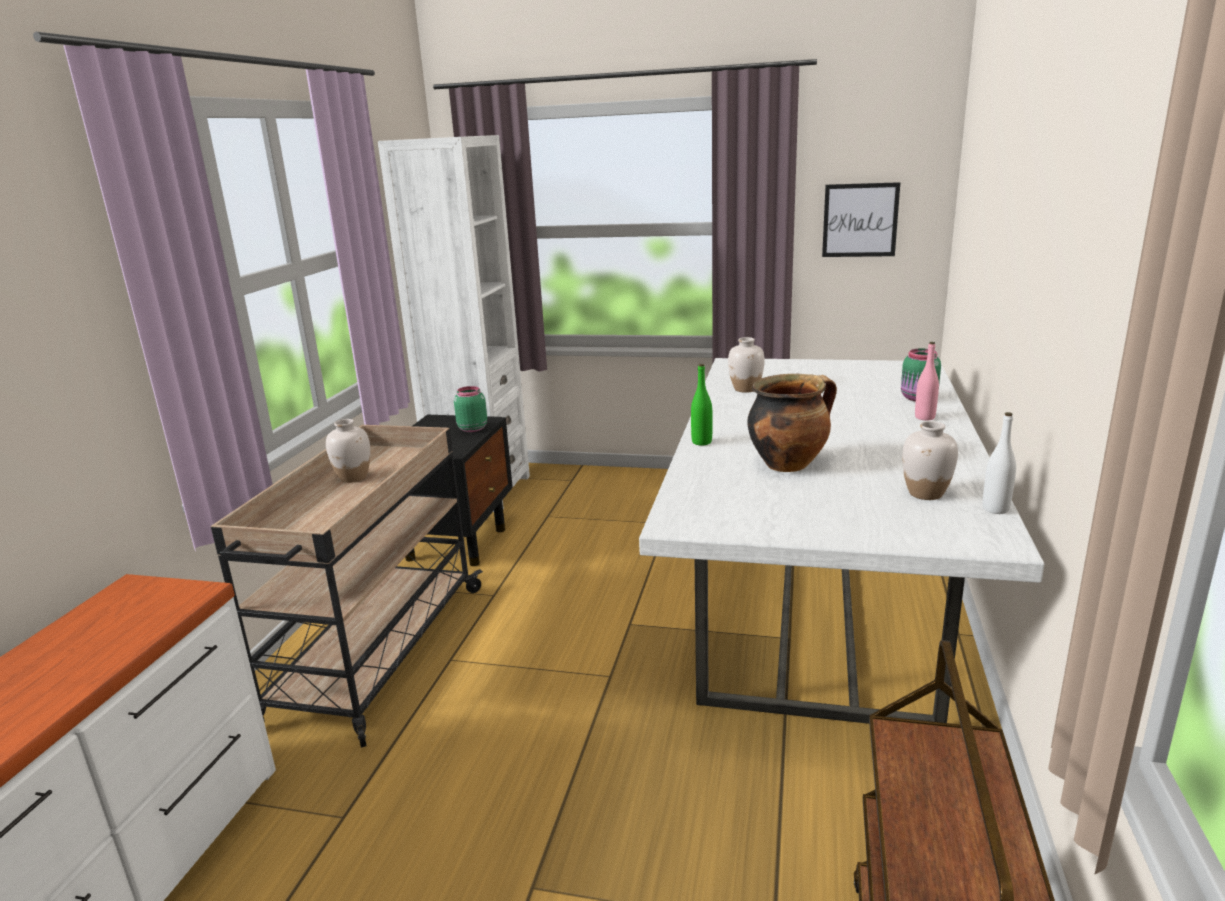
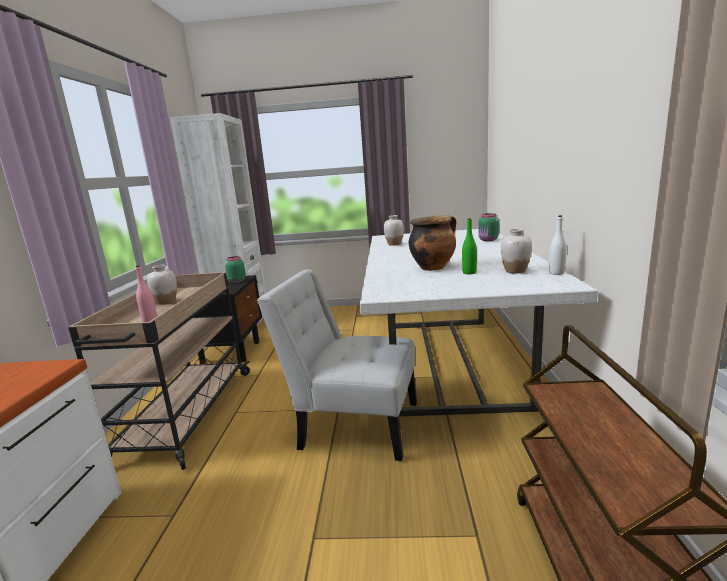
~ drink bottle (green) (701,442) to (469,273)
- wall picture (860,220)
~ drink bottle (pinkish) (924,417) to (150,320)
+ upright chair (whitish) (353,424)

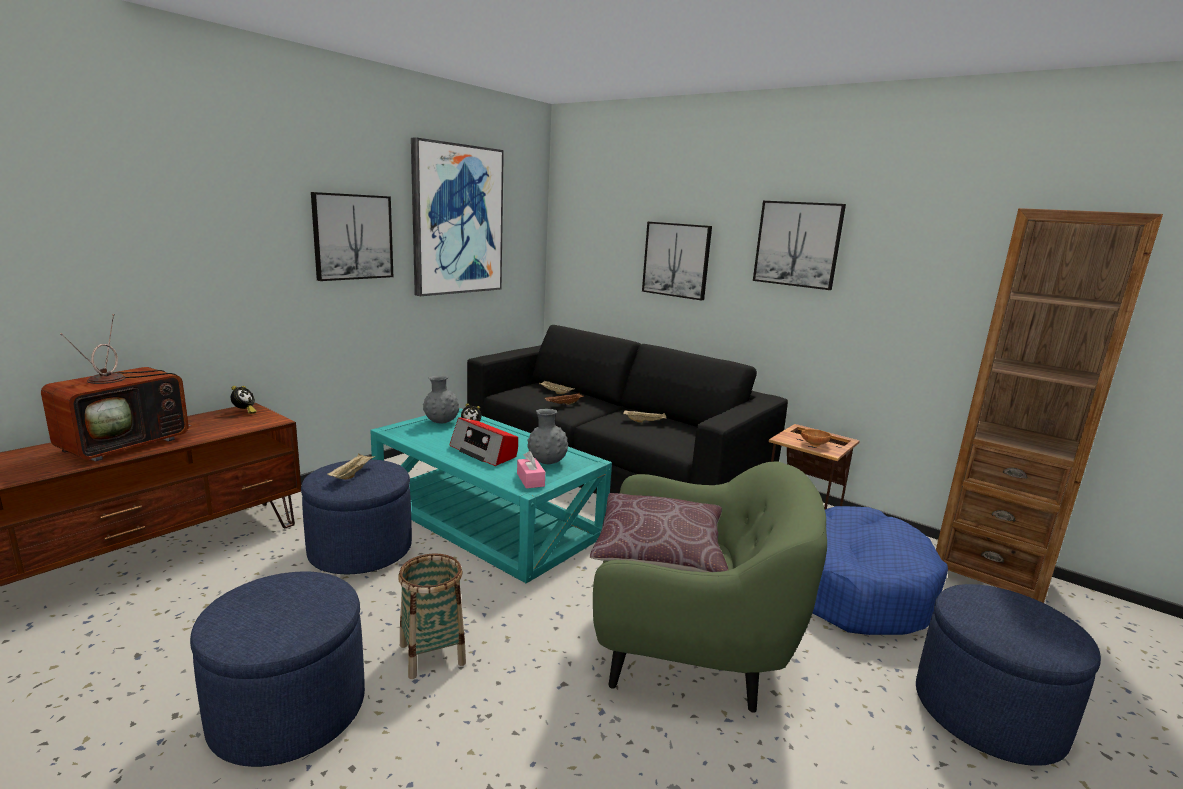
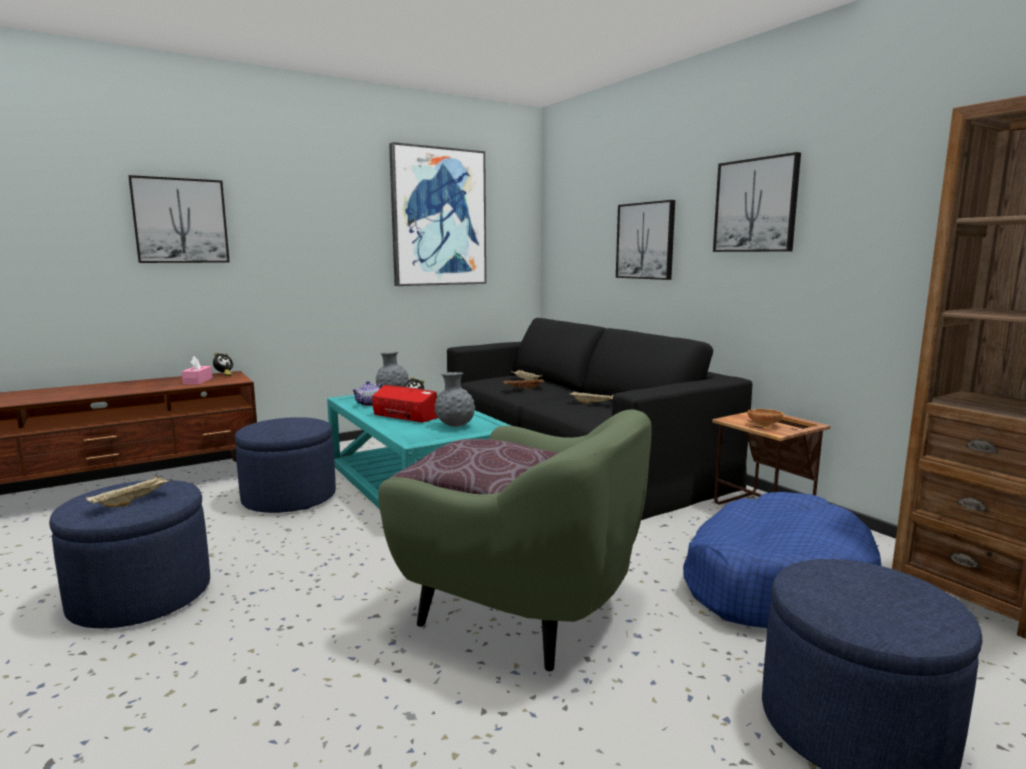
- TV (126,443)
~ wall picture (353,237) to (180,221)
~ serving tray (beige) (352,474) to (132,501)
- household basket (432,654)
~ radio (484,452) = (406,416) 150 degrees clockwise
~ tissue box (pinkish) (530,480) to (198,381)
+ teapot (369,404)

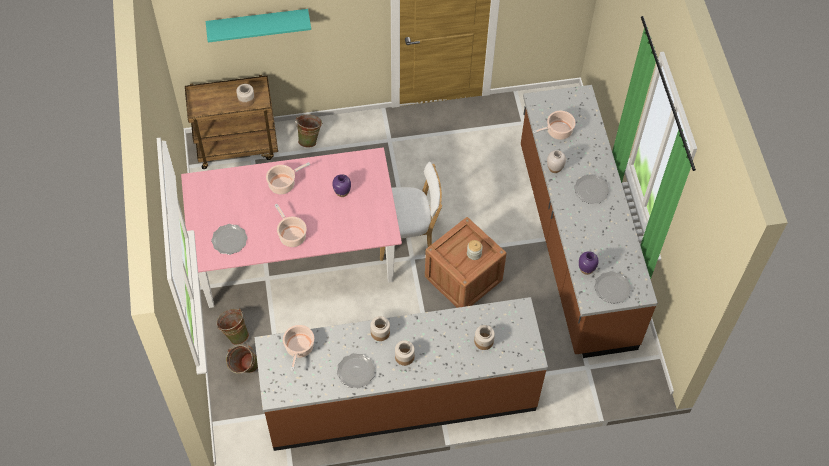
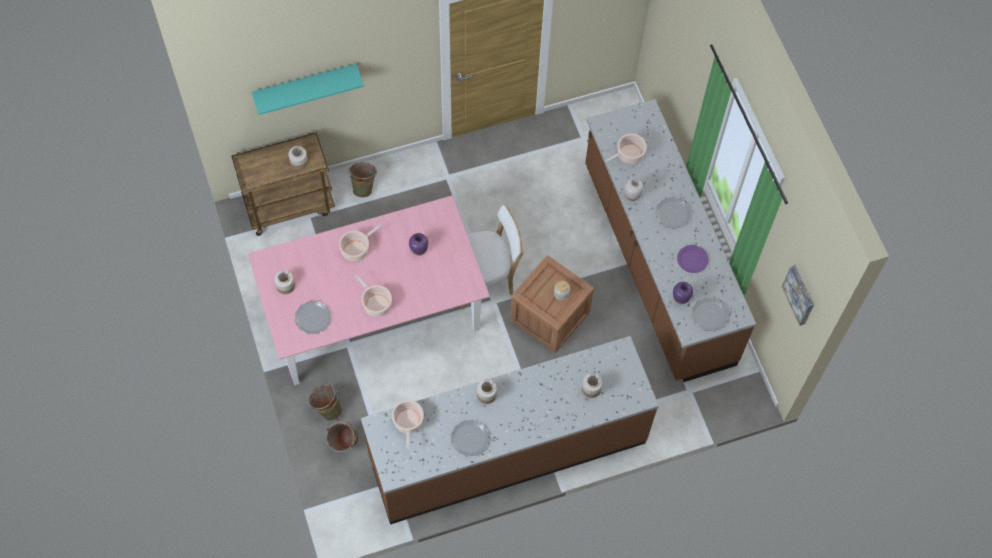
~ preserve jar (404,357) to (285,286)
+ plate (purplish) (692,260)
+ wall picture (800,294)

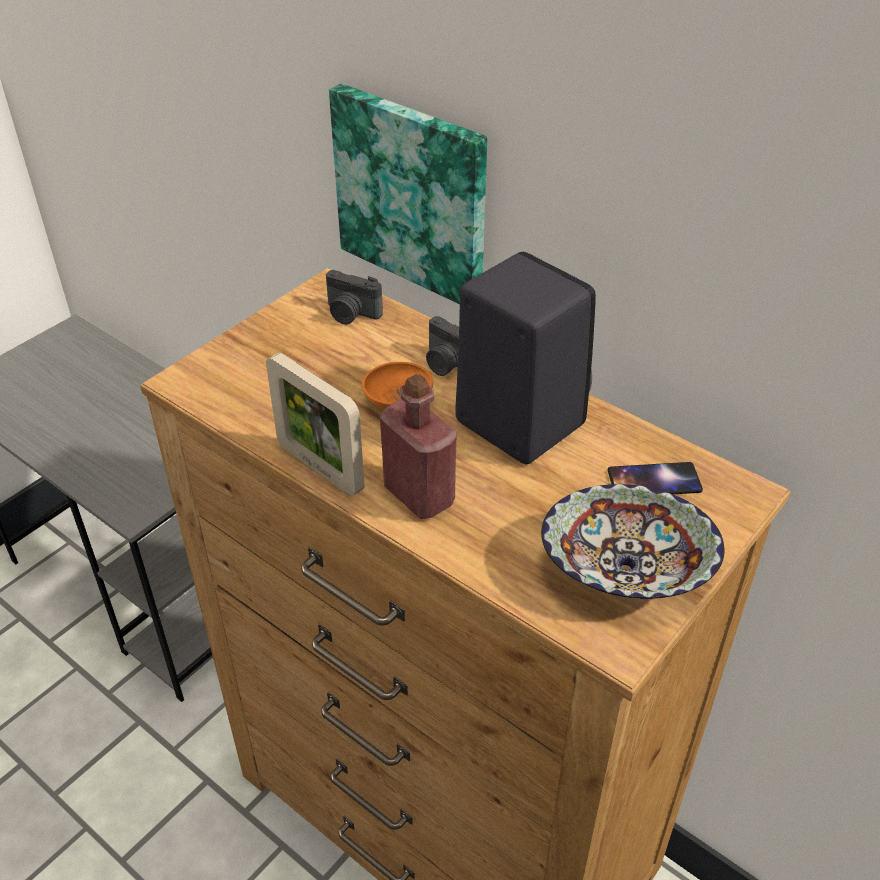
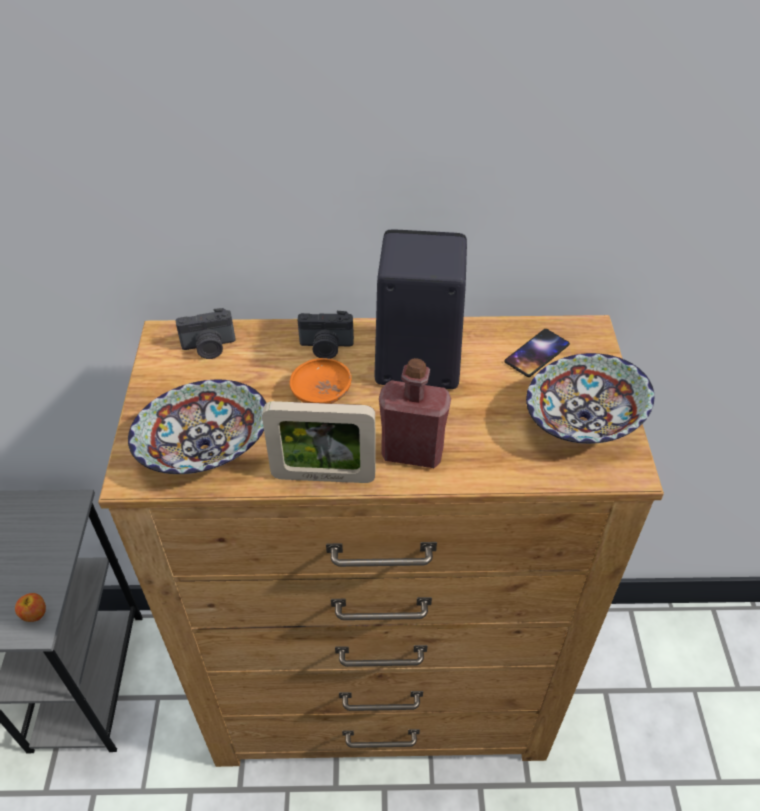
- wall picture (413,194)
+ apple (34,614)
+ bowl (204,448)

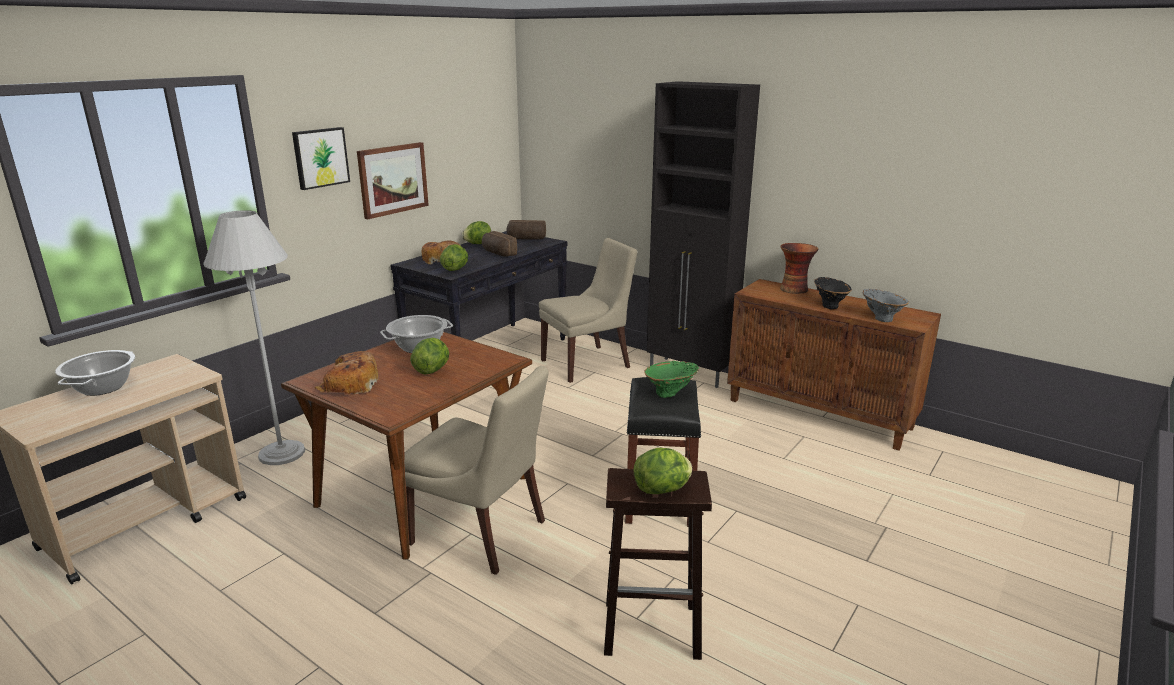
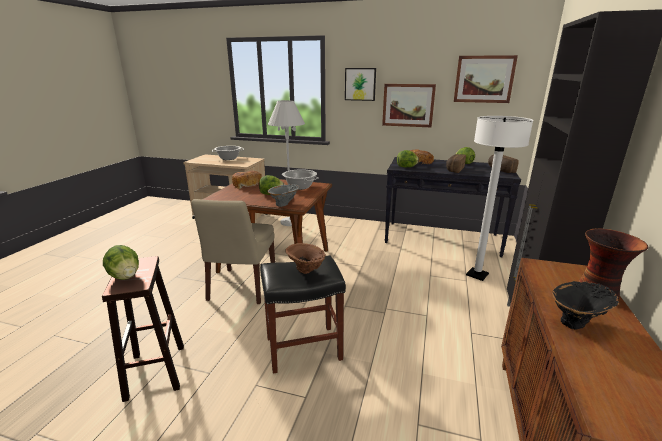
~ upright chair (beige) (588,363) to standing lamp (whitish) (477,275)
~ flower vase (green) (671,394) to flower vase (brown-coloured) (306,271)
~ flower vase (gray) (881,318) to (285,204)
+ wall picture (484,79)

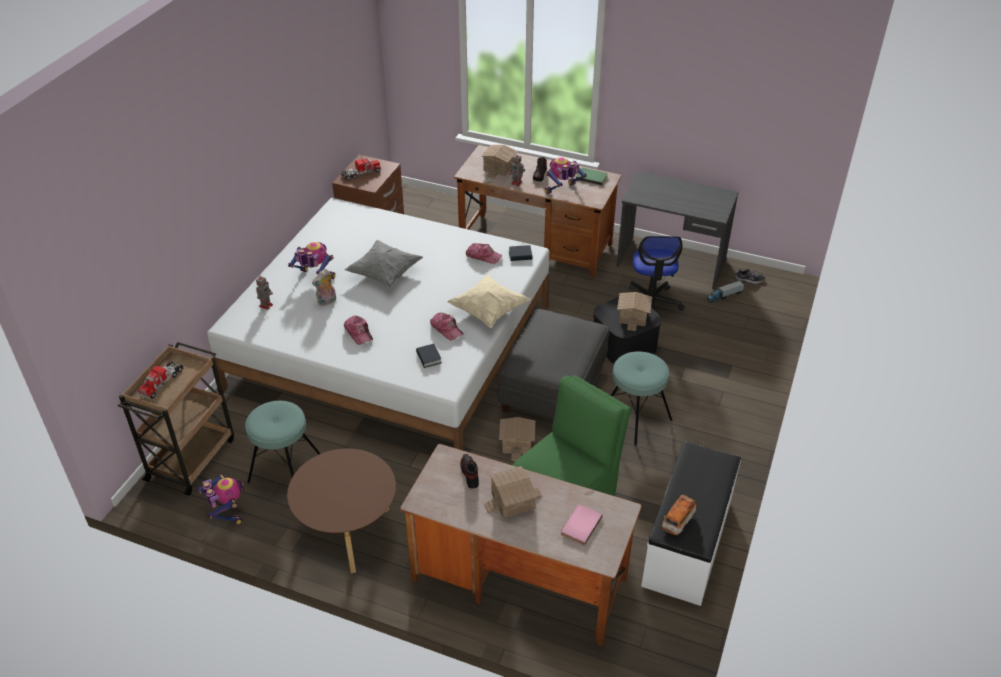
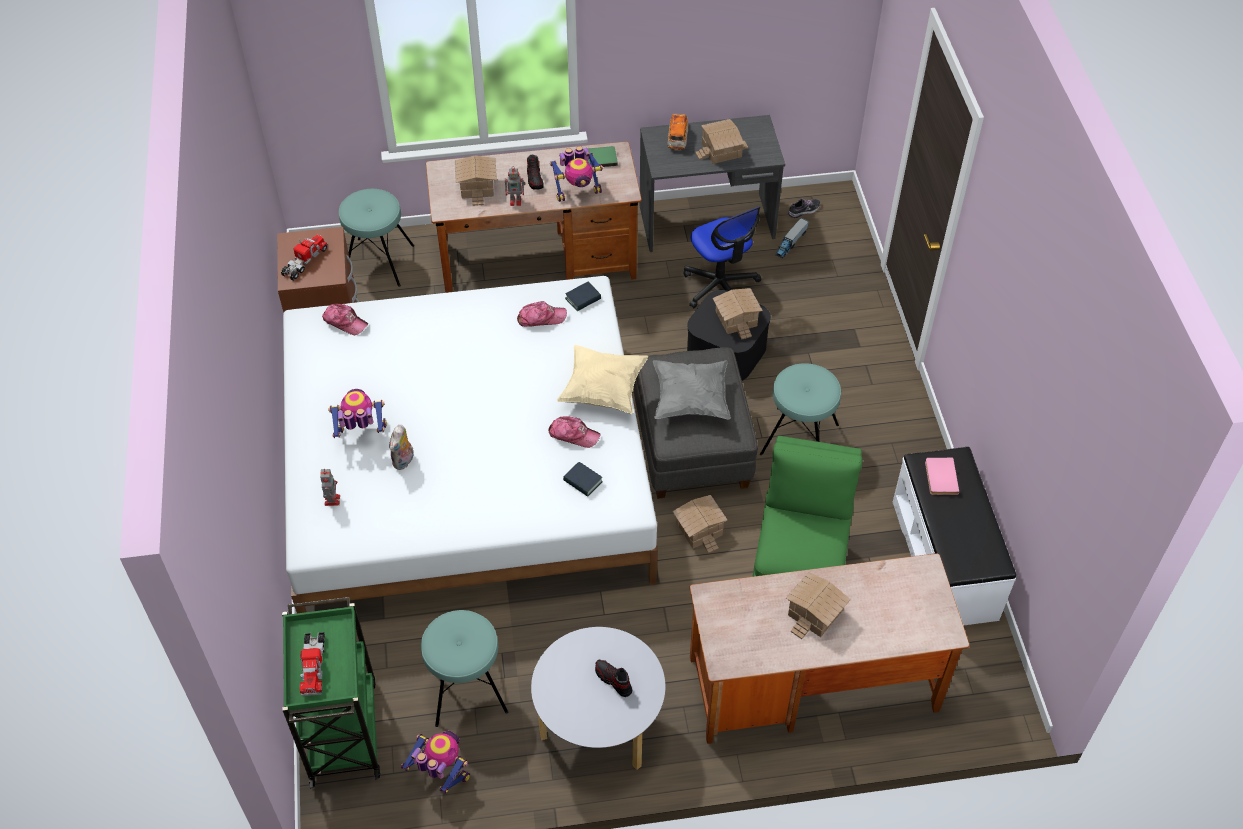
~ wheeled cart (brown-coloured) (192,458) to wheeled cart (green) (343,730)
~ low table (brown-coloured) (348,533) to low table (gray) (599,726)
~ cap (358,333) to (345,322)
~ throw pillow (gray) (385,274) to (690,400)
~ item of footwear (469,474) to (613,680)
~ toy robot (562,191) = (577,191) 135 degrees counterclockwise
~ bound book (pinkish) (580,525) to (940,477)
~ toy car (678,521) to (677,139)
+ stool (turquoise-coloured) (379,262)
+ model house (722,151)

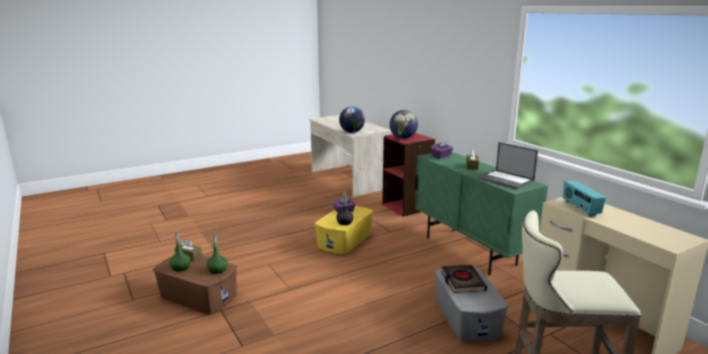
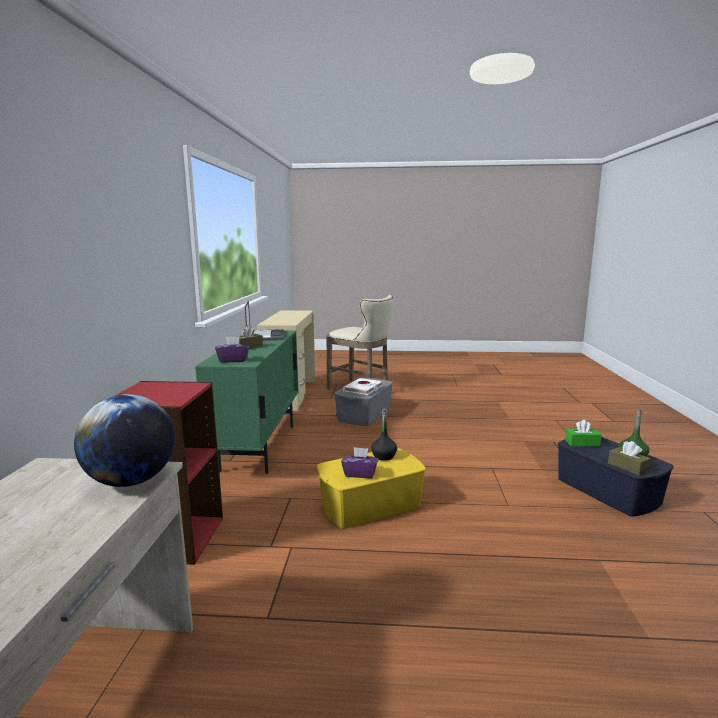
~ storage container (brown-coloured) (198,296) to storage container (bluish) (607,491)
~ drink bottle (green) (217,269) to tissue box (green) (582,443)
- globe (403,138)
~ bound book (black) (462,282) to bound book (whitish) (363,389)
- radio (580,208)

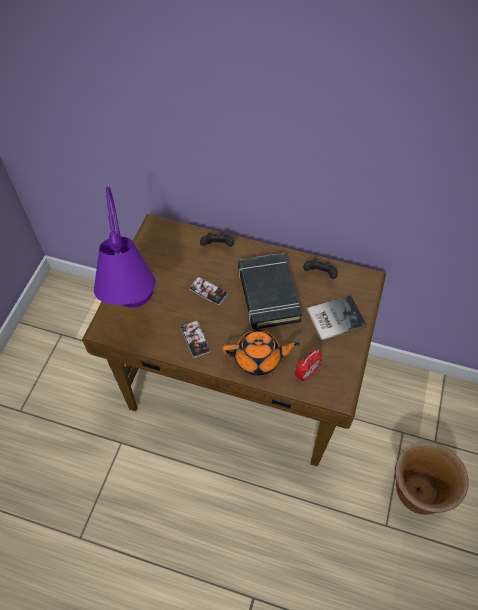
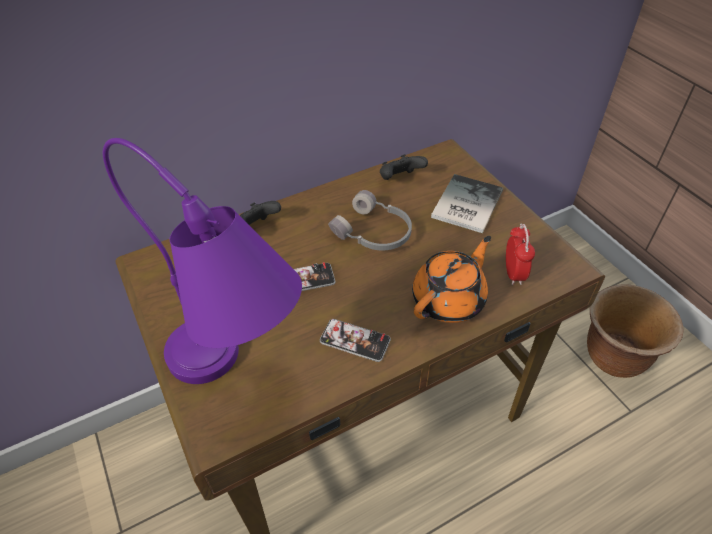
~ bound book (black) (268,294) to pair of headphones (gray) (373,233)

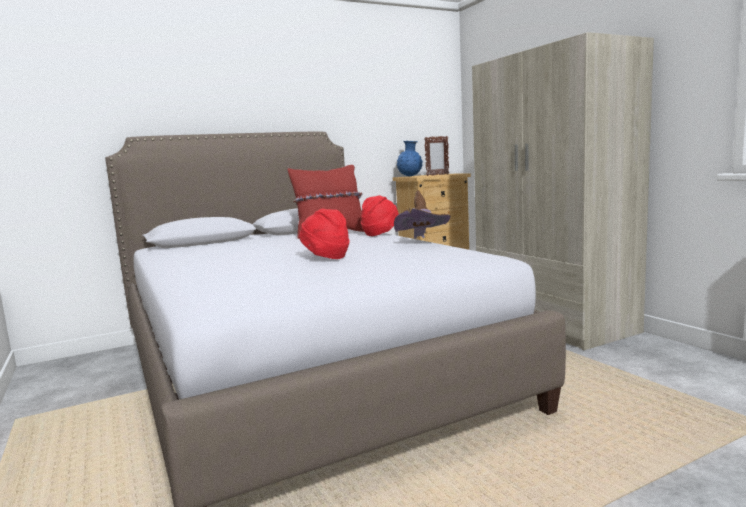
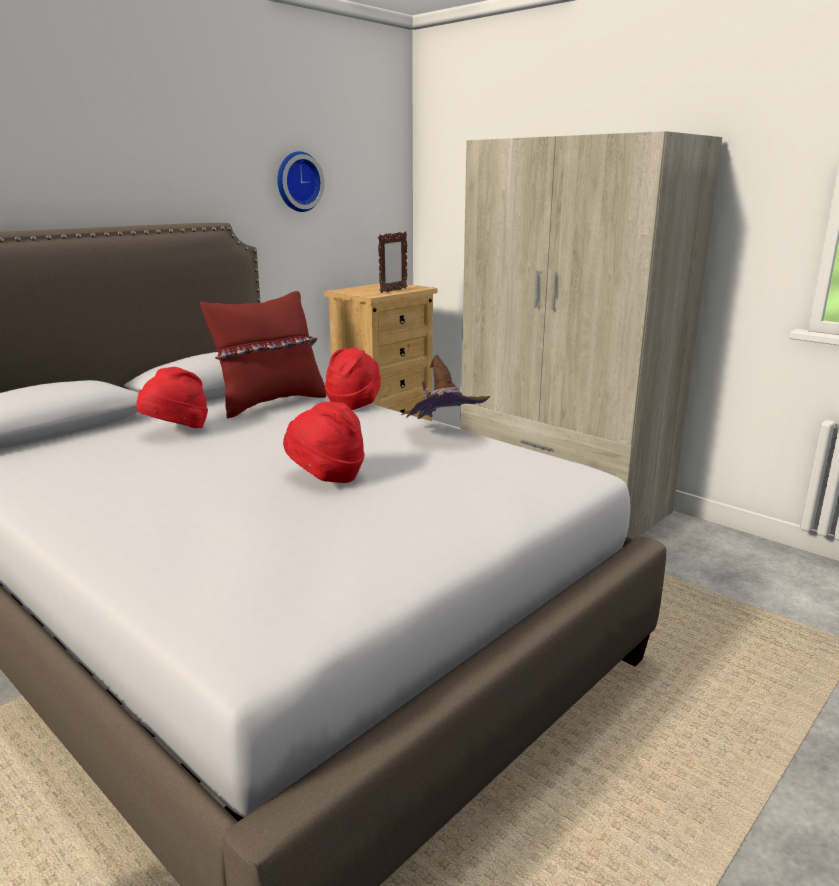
- flower vase (bluish) (410,176)
+ clothing hat (red-coloured) (176,431)
+ hanging clock (297,182)

